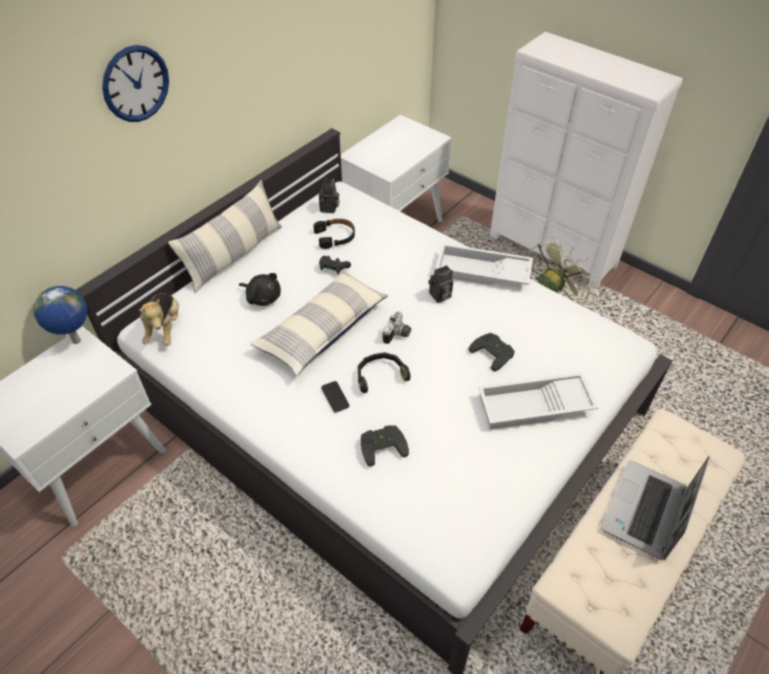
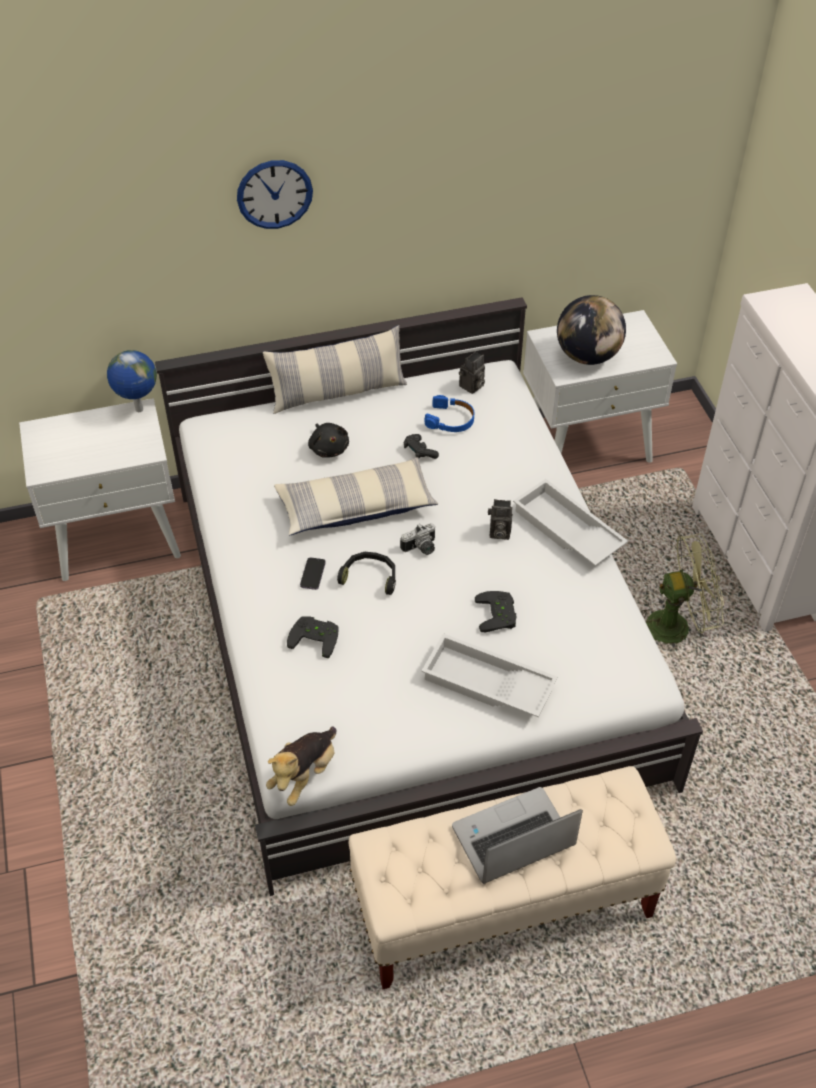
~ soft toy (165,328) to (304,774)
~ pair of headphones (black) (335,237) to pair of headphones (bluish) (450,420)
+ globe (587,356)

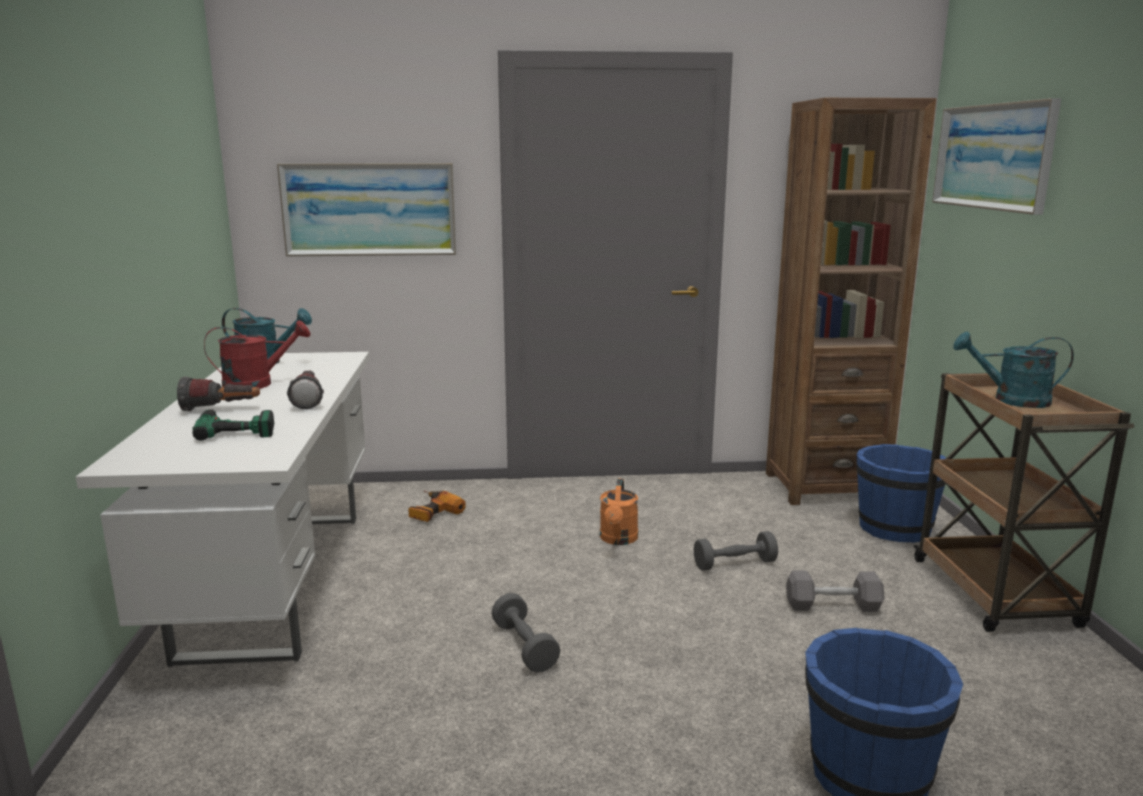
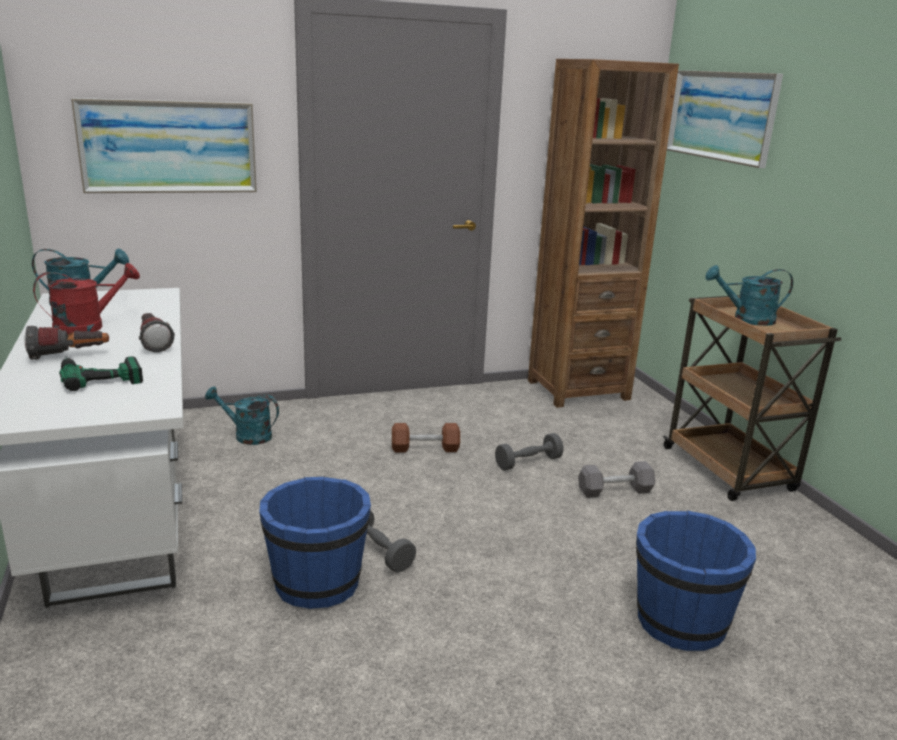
~ electric drill (432,512) to watering can (turquoise-coloured) (247,436)
~ watering can (orangey) (618,540) to free weight (brown-coloured) (425,448)
~ water bucket (bluish) (894,528) to (317,583)

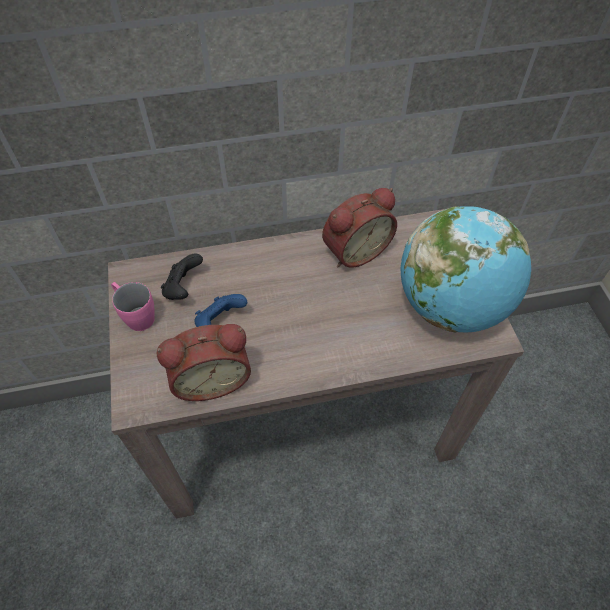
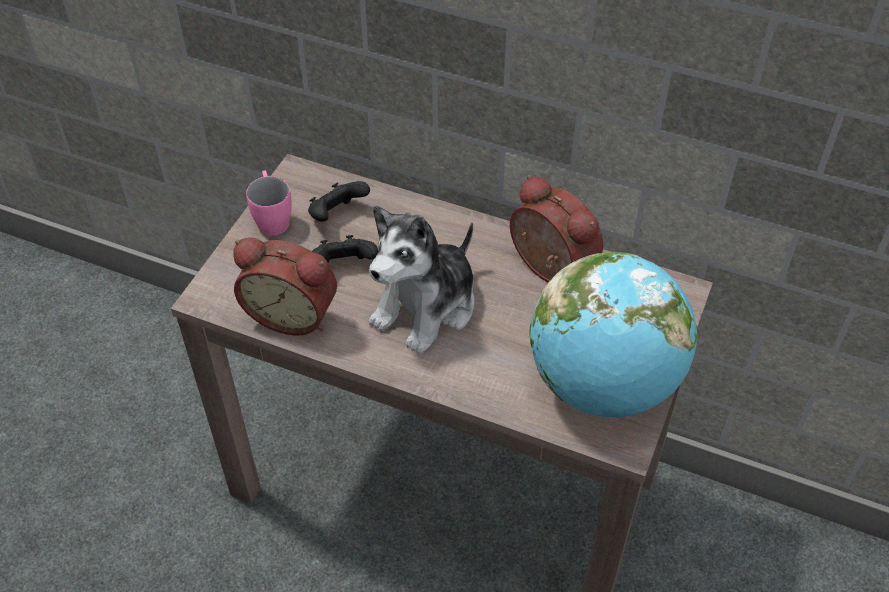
~ gamepad (bluish) (220,322) to gamepad (black) (344,266)
~ alarm clock (354,250) = (548,269) 135 degrees counterclockwise
+ soft toy (426,307)

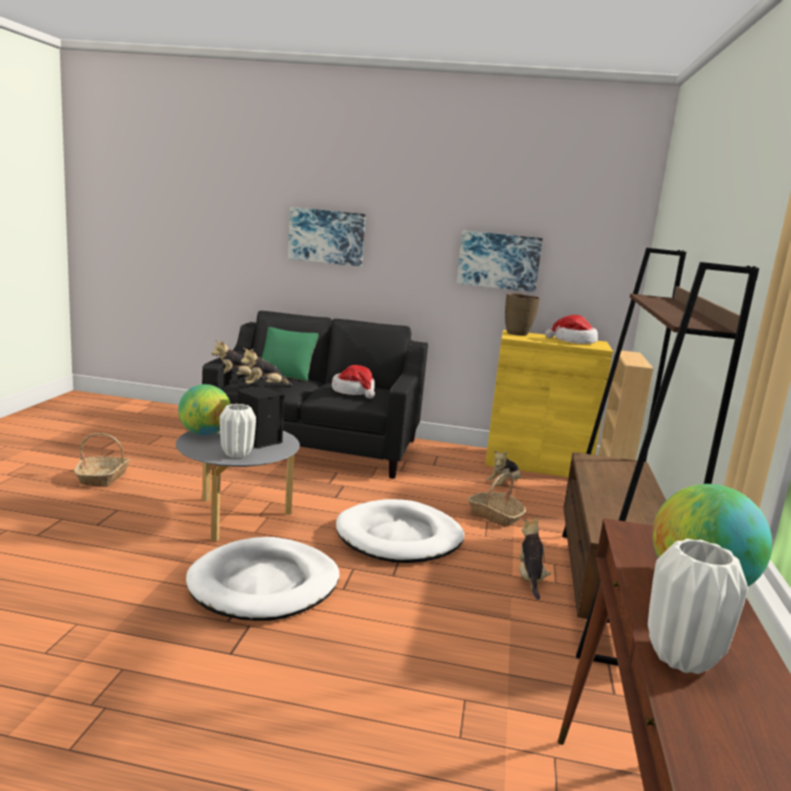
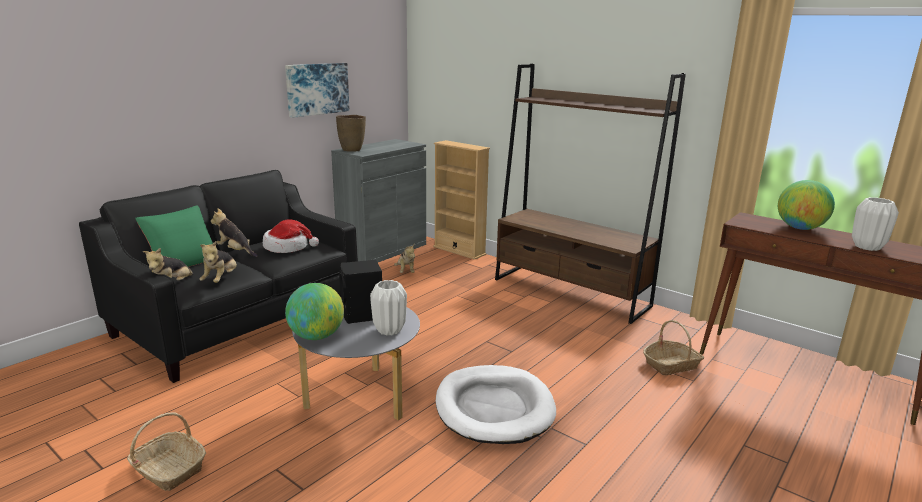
- wall picture (327,236)
- pet bed (whitish) (399,537)
~ household basket (495,516) to (671,365)
~ storage cabinet (yellow) (537,464) to storage cabinet (gray) (383,250)
~ soft toy (530,578) to (235,251)
- clothing hat (573,341)

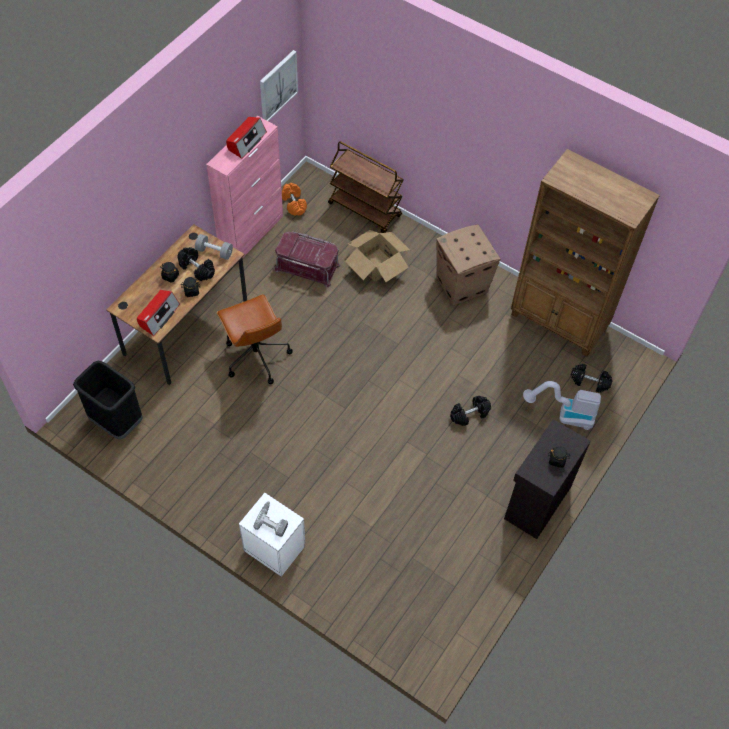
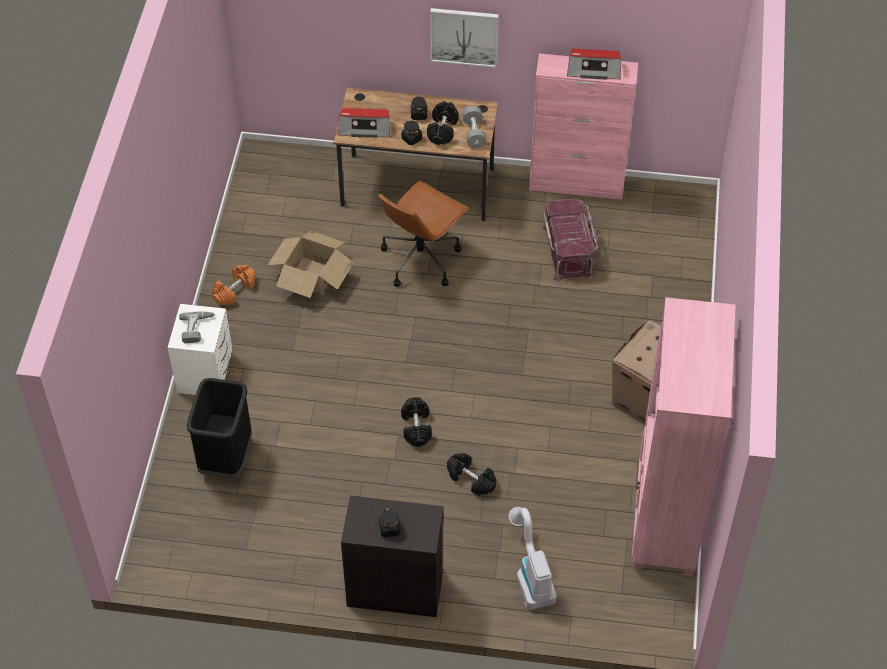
~ rubbish bin (black) (117,421) to (226,458)
~ wall picture (277,86) to (464,36)
~ free weight (orangey) (293,204) to (234,291)
- wheeled cart (brown-coloured) (365,210)
~ carton (376,264) to (311,276)
~ bookcase (brown-coloured) (559,322) to bookcase (pinkish) (664,521)
~ free weight (black) (589,382) to (416,427)

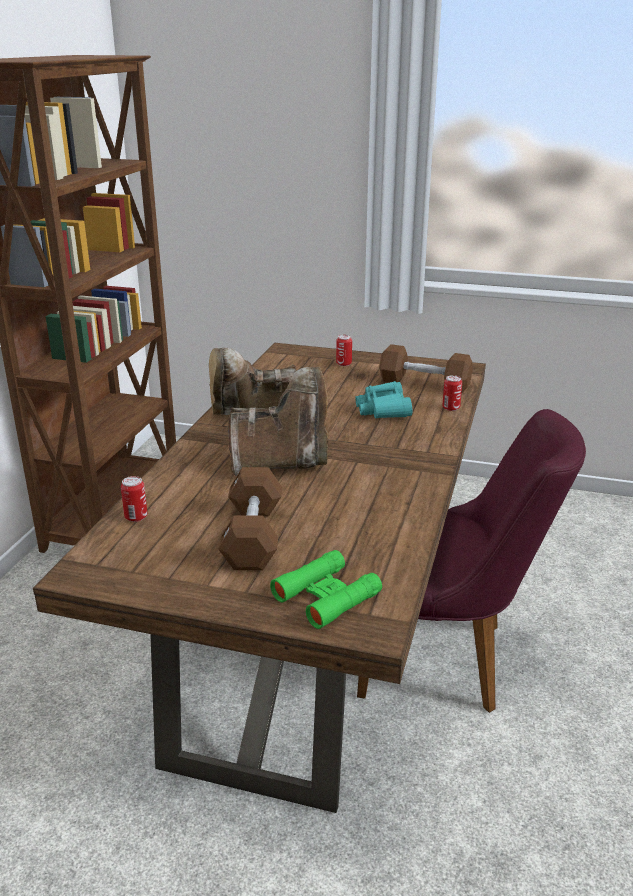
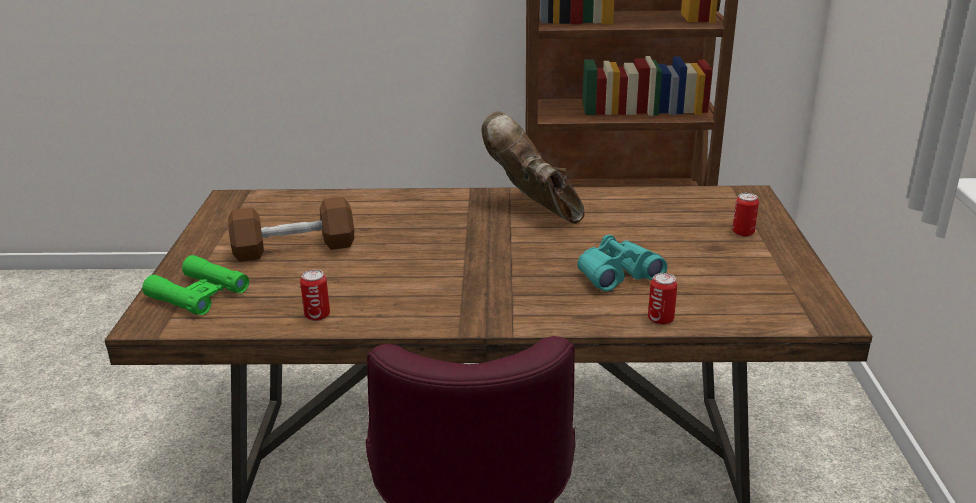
~ sealed can (136,517) to (317,315)
- high-top boot (brown-coloured) (283,464)
- free weight (brown-coloured) (424,383)

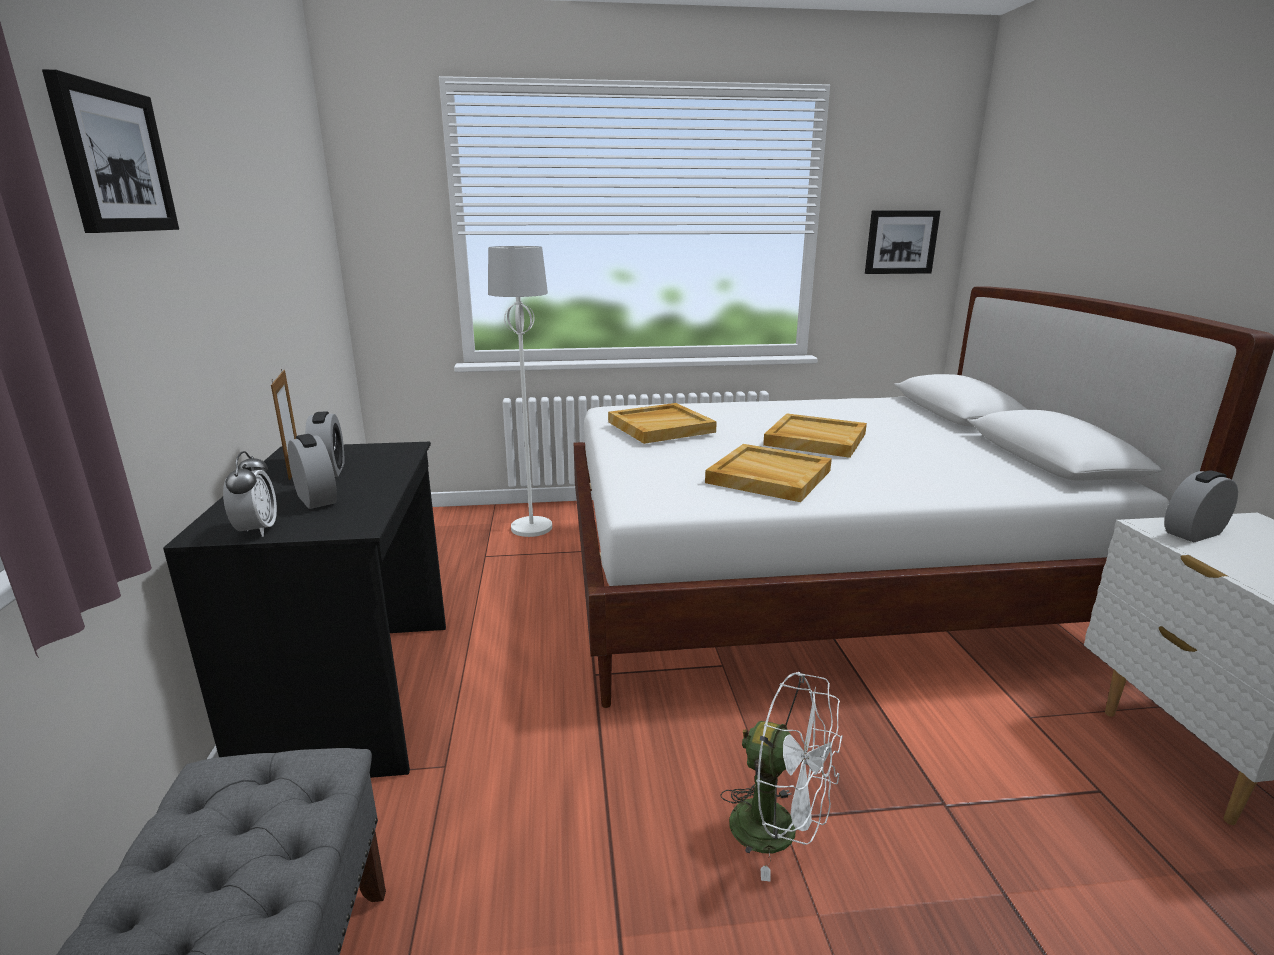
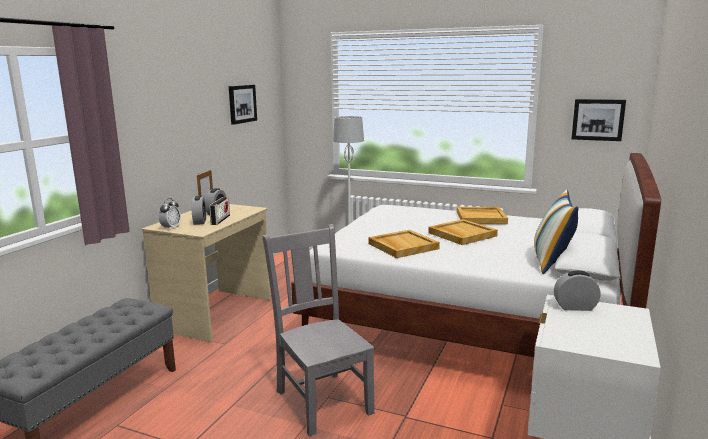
~ wall picture (113,160) to (242,104)
~ desk table (black) (357,695) to desk table (beige) (216,314)
~ serving tray (beige) (661,427) to (481,218)
~ fan (whitish) (779,831) to upright chair (gray) (322,400)
+ radio (220,220)
+ throw pillow (552,262)

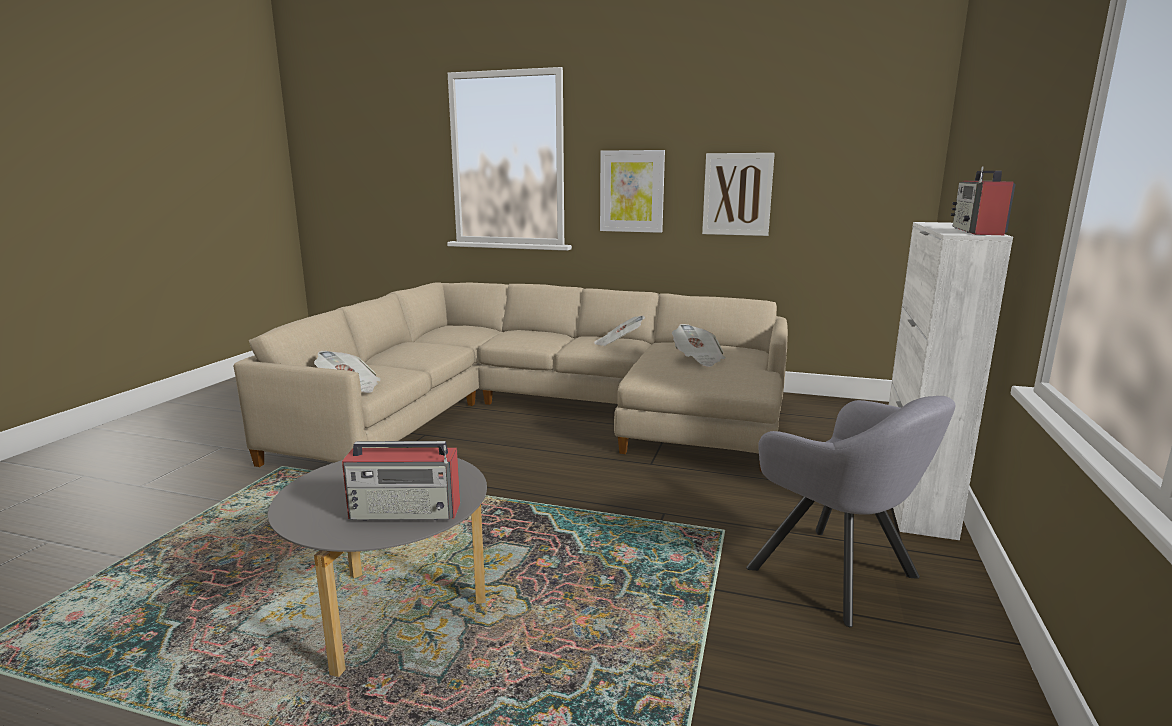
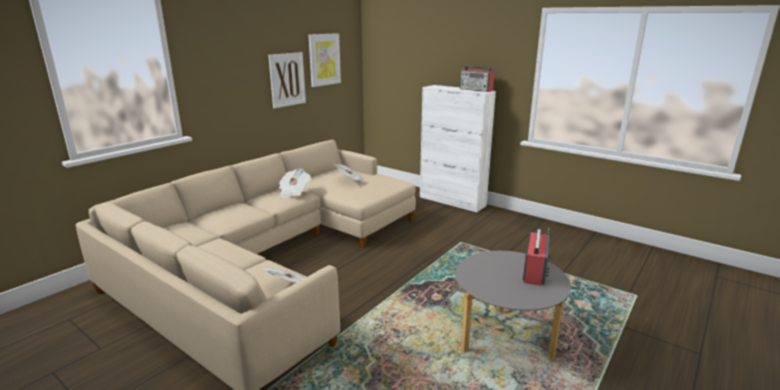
~ wall picture (632,191) to (324,59)
- lounge chair (gray) (840,577)

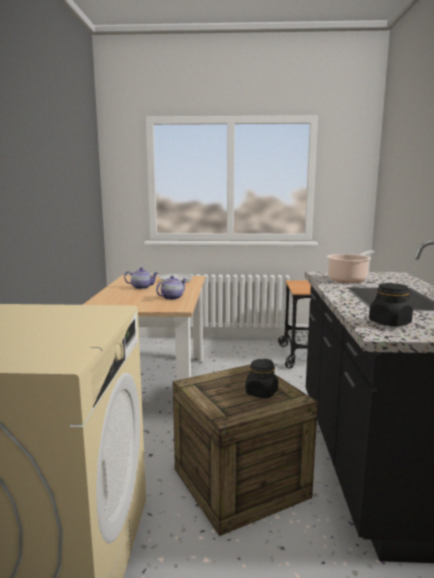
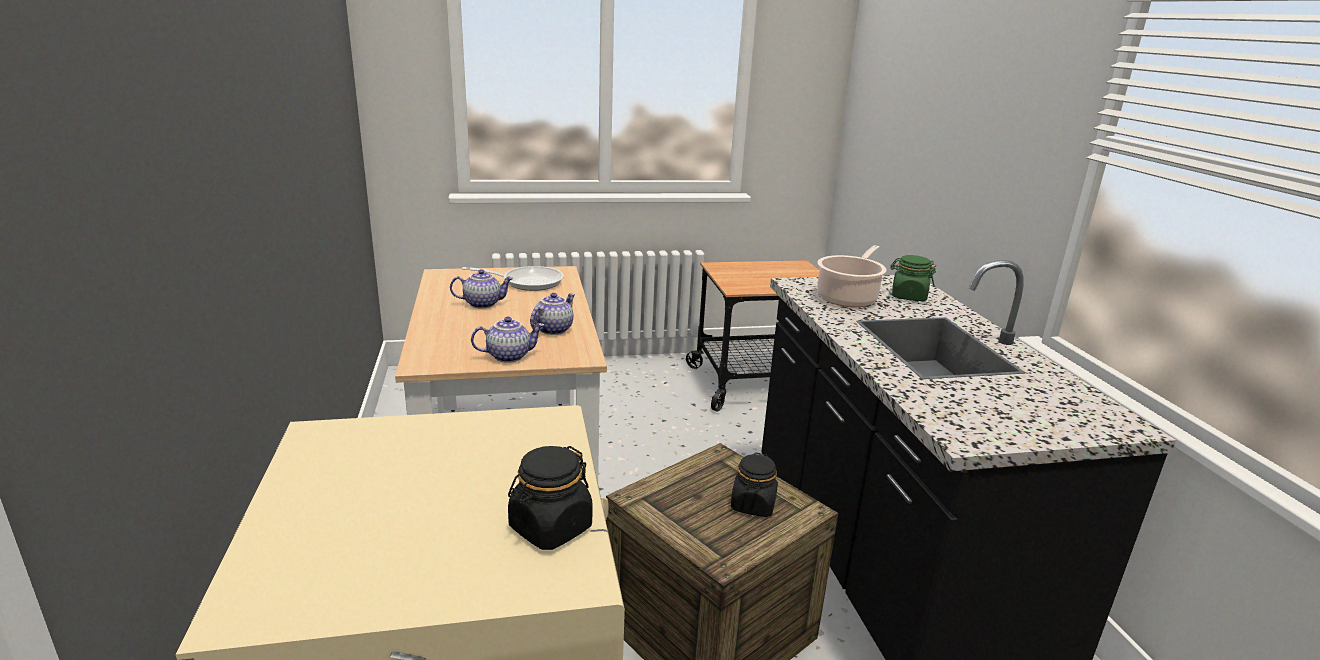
~ preserve jar (black) (389,323) to (550,528)
+ teapot (509,356)
+ preserve jar (green) (908,296)

